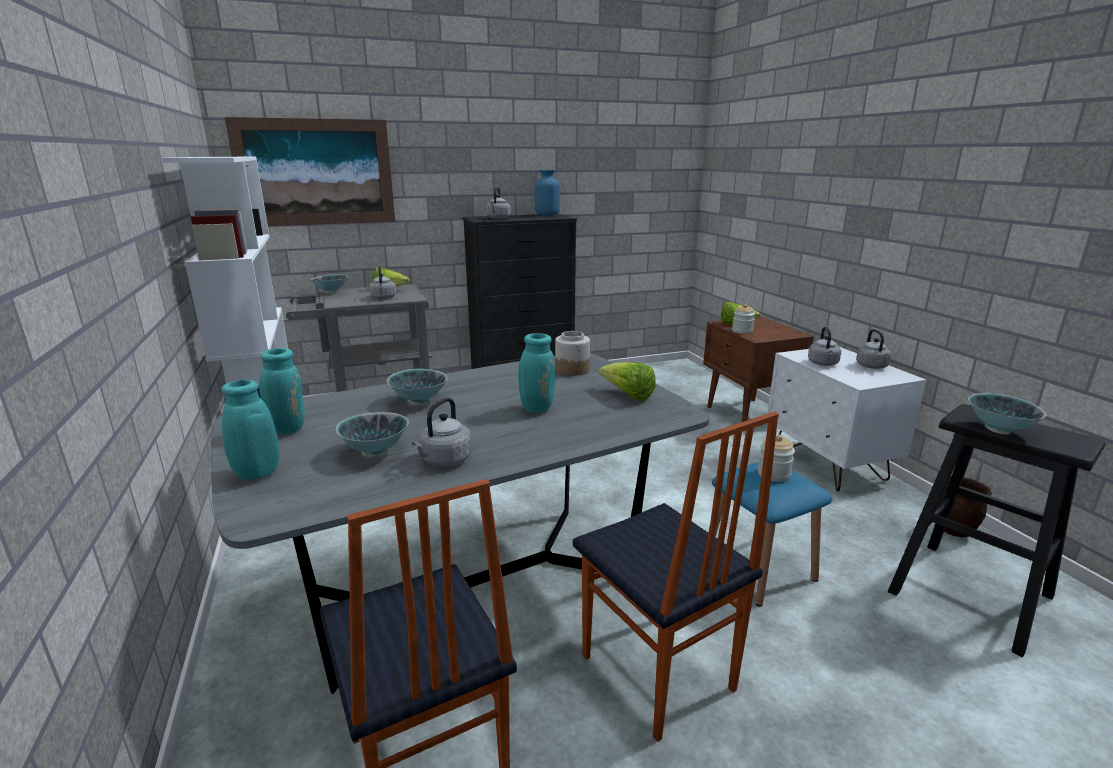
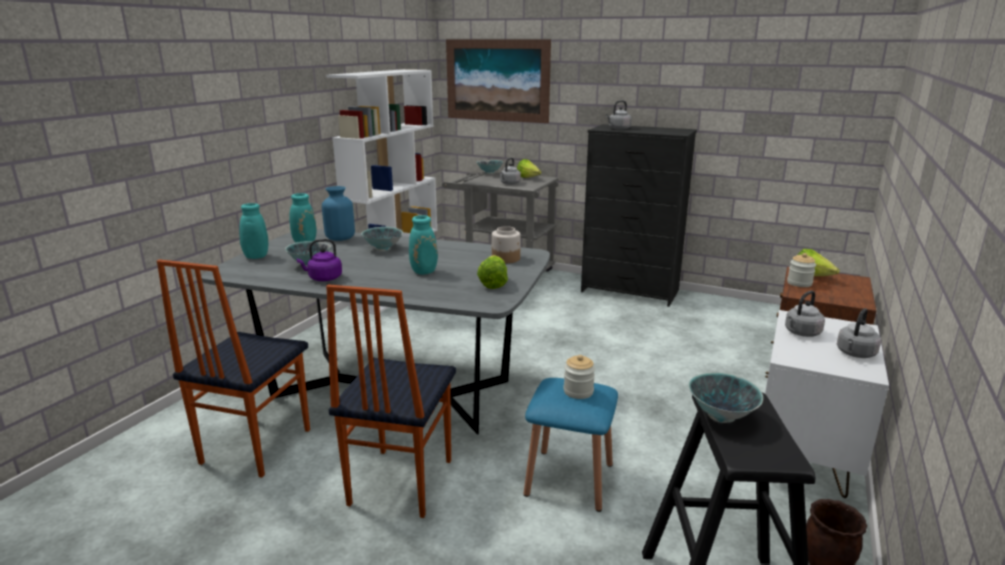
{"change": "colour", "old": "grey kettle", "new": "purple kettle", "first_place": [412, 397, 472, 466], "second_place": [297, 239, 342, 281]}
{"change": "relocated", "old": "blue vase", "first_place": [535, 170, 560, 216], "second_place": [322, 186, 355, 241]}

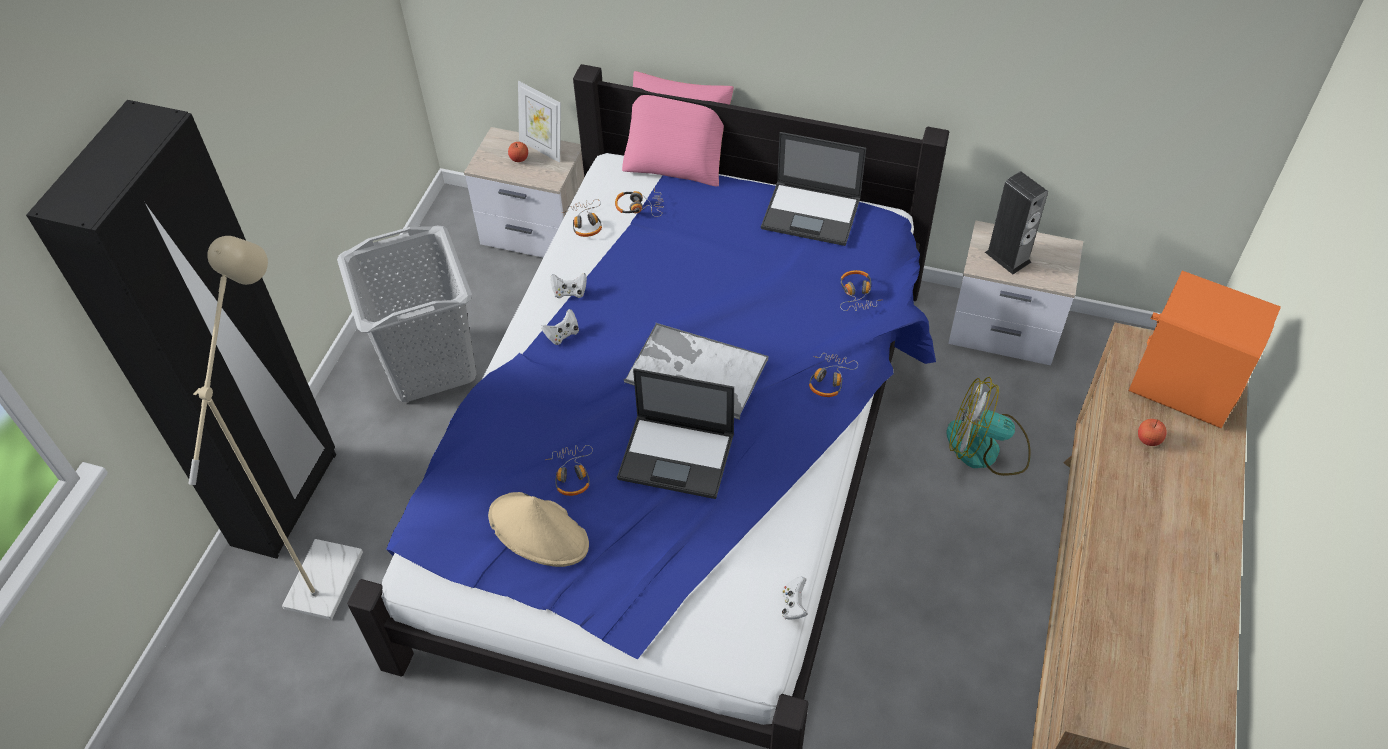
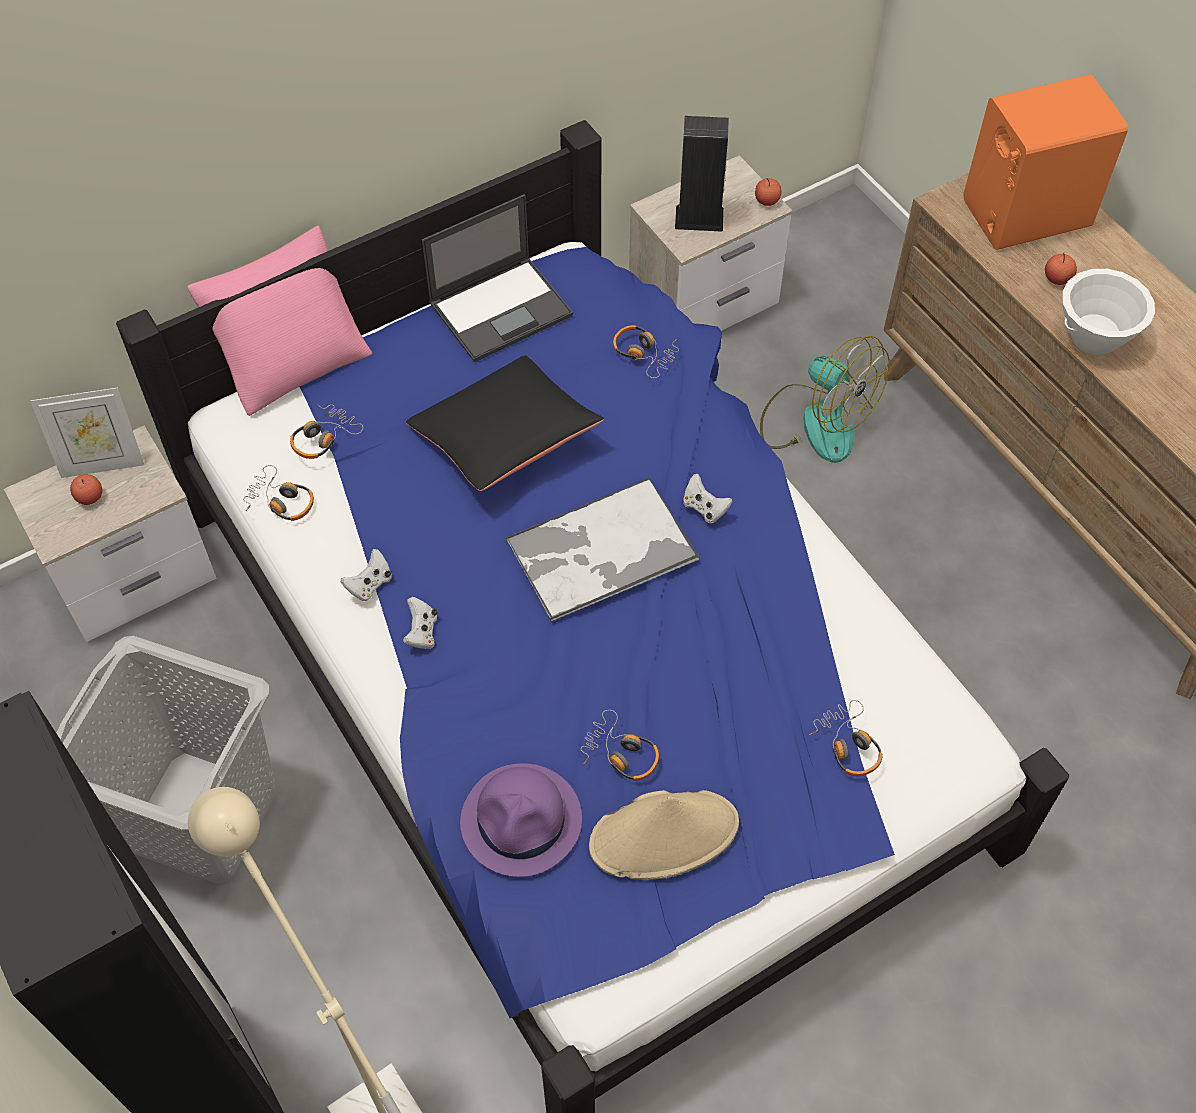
{"change": "appeared", "new": "black pillow", "second_place": [406, 356, 604, 491]}
{"change": "appeared", "new": "purple hat", "second_place": [460, 763, 582, 877]}
{"change": "relocated", "old": "white game controller", "first_place": [782, 576, 808, 620], "second_place": [683, 474, 733, 523]}
{"change": "appeared", "new": "apple", "second_place": [755, 178, 781, 206]}
{"change": "spun", "old": "fan", "first_place": [946, 377, 1031, 476], "second_place": [760, 336, 890, 463], "degrees": -105}
{"change": "relocated", "old": "headphones", "first_place": [809, 353, 858, 397], "second_place": [809, 700, 882, 776]}
{"change": "appeared", "new": "white bowl", "second_place": [1063, 269, 1155, 355]}
{"change": "missing", "old": "laptop", "first_place": [617, 368, 734, 499]}

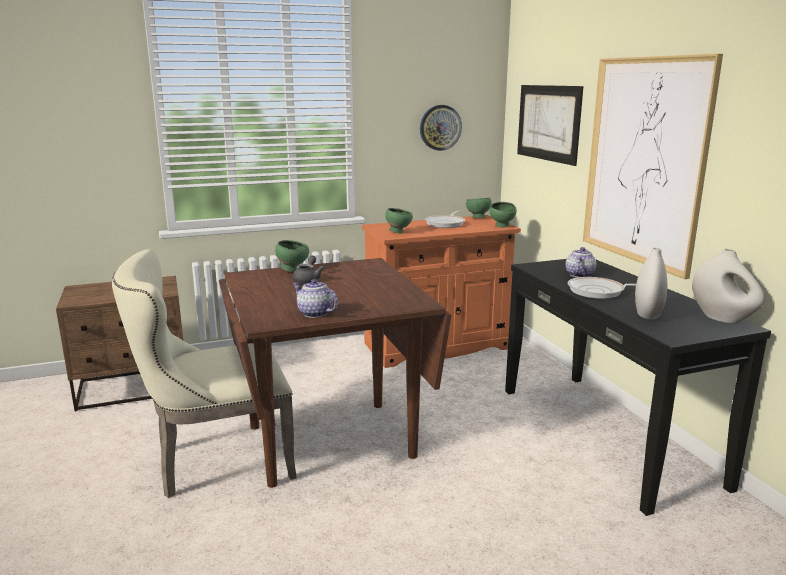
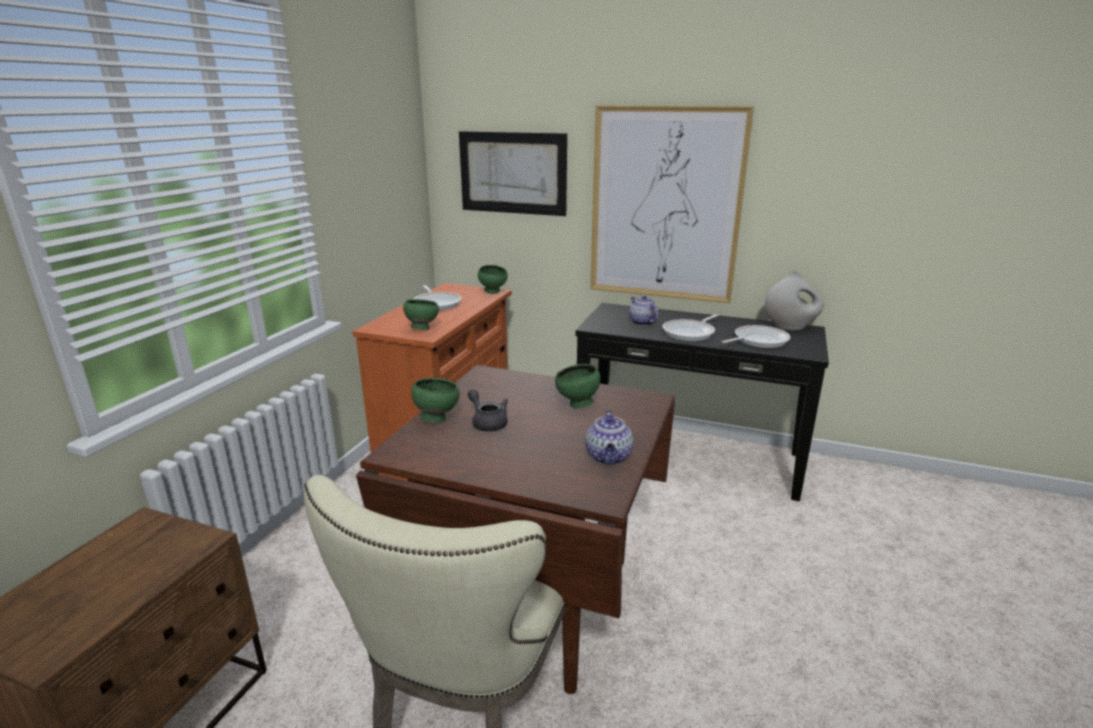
{"change": "relocated", "old": "green bowl", "first_place": [466, 198, 492, 218], "second_place": [555, 364, 600, 408]}
{"change": "spun", "old": "teapot", "first_place": [293, 279, 338, 318], "second_place": [585, 410, 634, 465], "degrees": -75}
{"change": "exchanged", "old": "white vase", "new": "frying pan", "first_place": [635, 248, 667, 320], "second_place": [721, 325, 790, 348]}
{"change": "missing", "old": "wall clock", "first_place": [420, 105, 462, 151]}

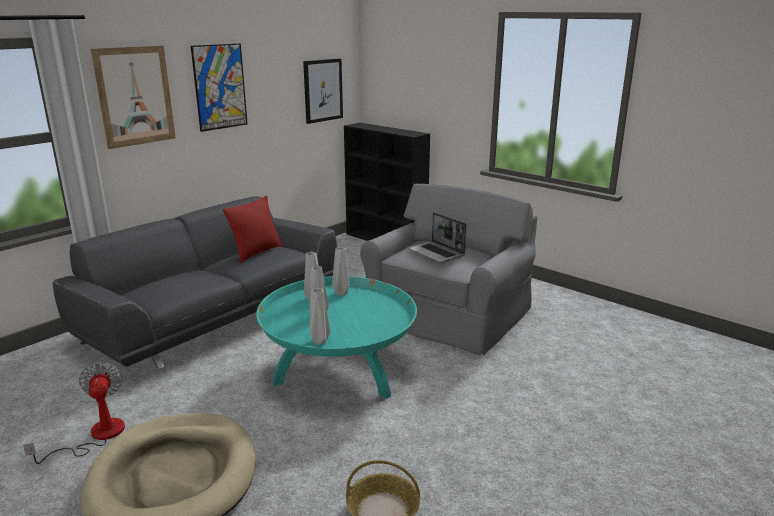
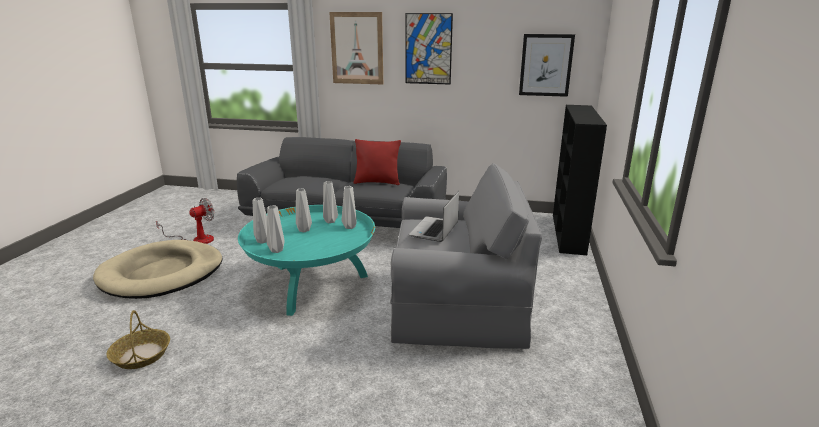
{"change": "appeared", "new": "grey vase", "second_place": [267, 205, 285, 253]}

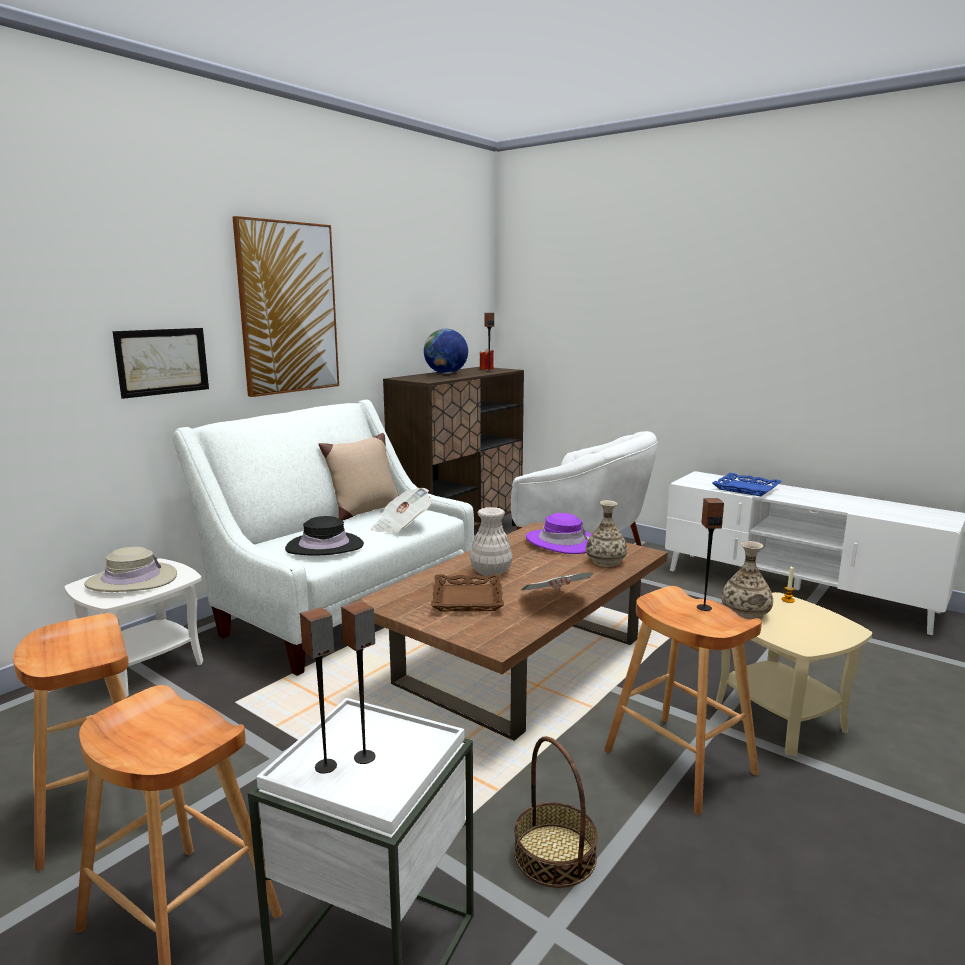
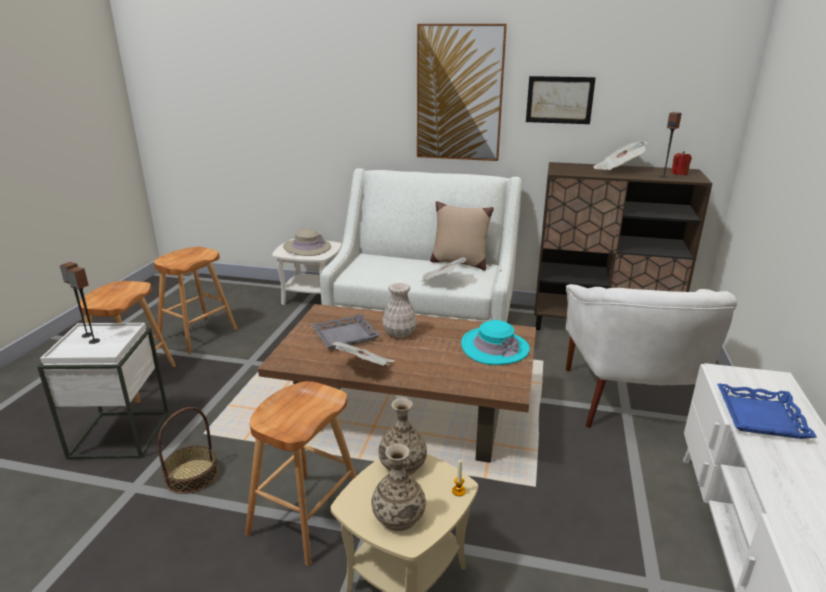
{"change": "colour", "old": "brown tray", "new": "grey tray", "first_place": [431, 574, 504, 611], "second_place": [311, 314, 380, 350]}
{"change": "relocated", "old": "vase", "first_place": [586, 500, 627, 567], "second_place": [371, 444, 426, 531]}
{"change": "colour", "old": "purple hat", "new": "turquoise hat", "first_place": [526, 513, 591, 554], "second_place": [461, 320, 530, 365]}
{"change": "relocated", "old": "picture", "first_place": [113, 328, 209, 399], "second_place": [526, 76, 596, 124]}
{"change": "exchanged", "old": "globe", "new": "newspaper", "first_place": [424, 329, 468, 374], "second_place": [593, 141, 648, 170]}
{"change": "missing", "old": "black hat", "first_place": [285, 516, 364, 556]}
{"change": "missing", "old": "speaker", "first_place": [697, 498, 724, 611]}

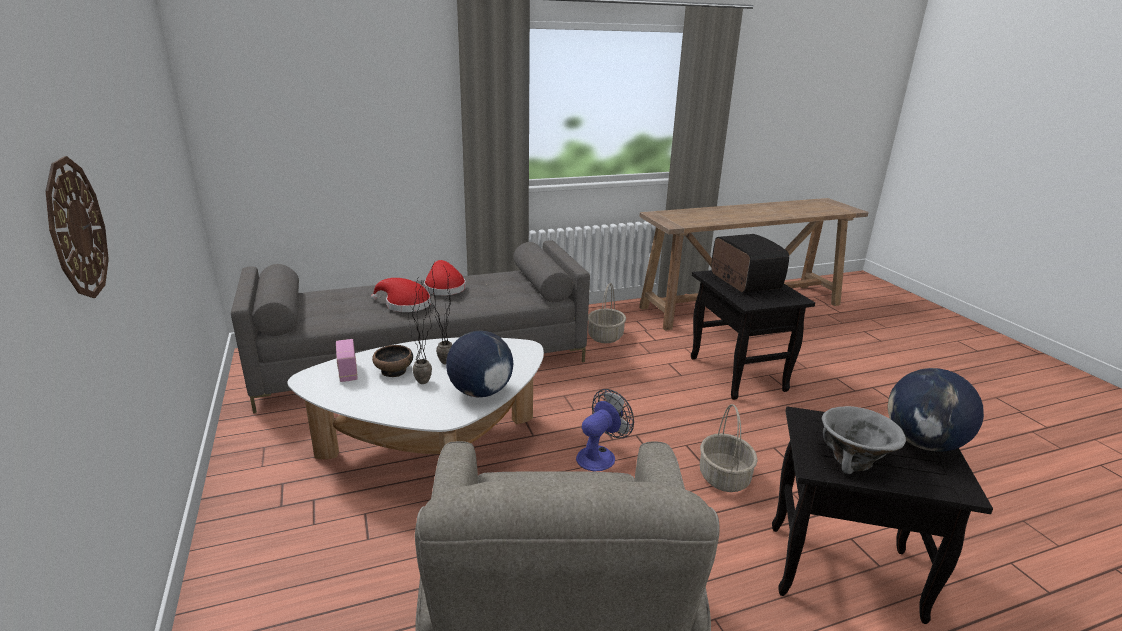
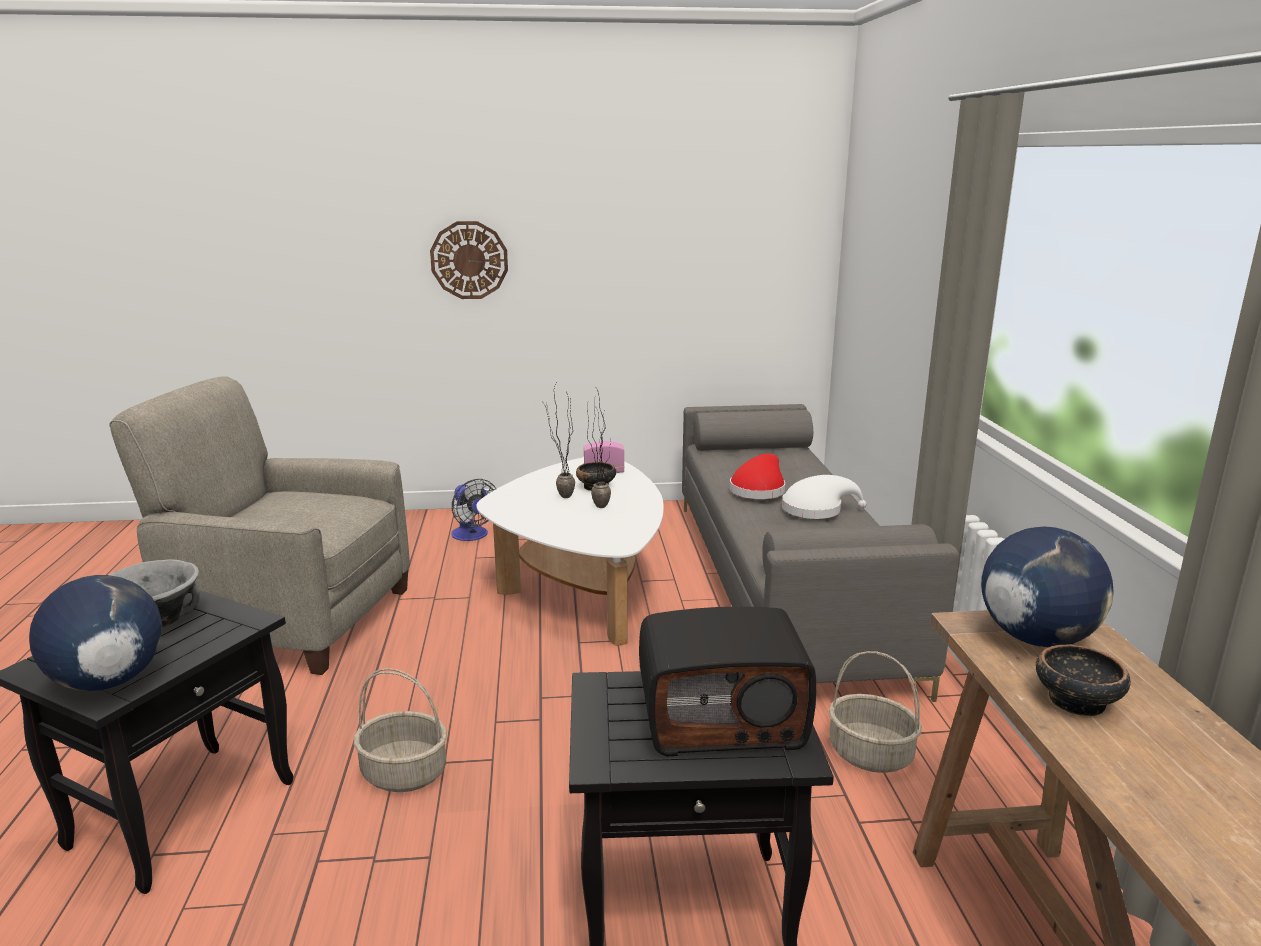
{"change": "relocated", "old": "fan", "first_place": [576, 389, 634, 472], "second_place": [452, 479, 496, 541]}
{"change": "colour", "old": "red hat", "new": "white hat", "first_place": [424, 260, 466, 295], "second_place": [782, 475, 867, 519]}
{"change": "relocated", "old": "globe", "first_place": [446, 331, 513, 397], "second_place": [981, 526, 1114, 647]}
{"change": "appeared", "new": "bowl", "second_place": [1035, 645, 1131, 716]}

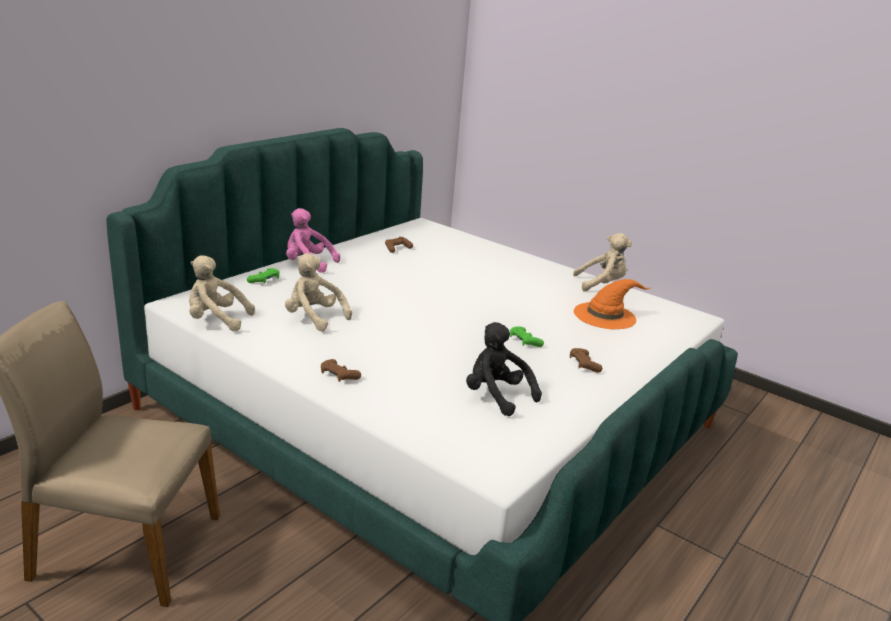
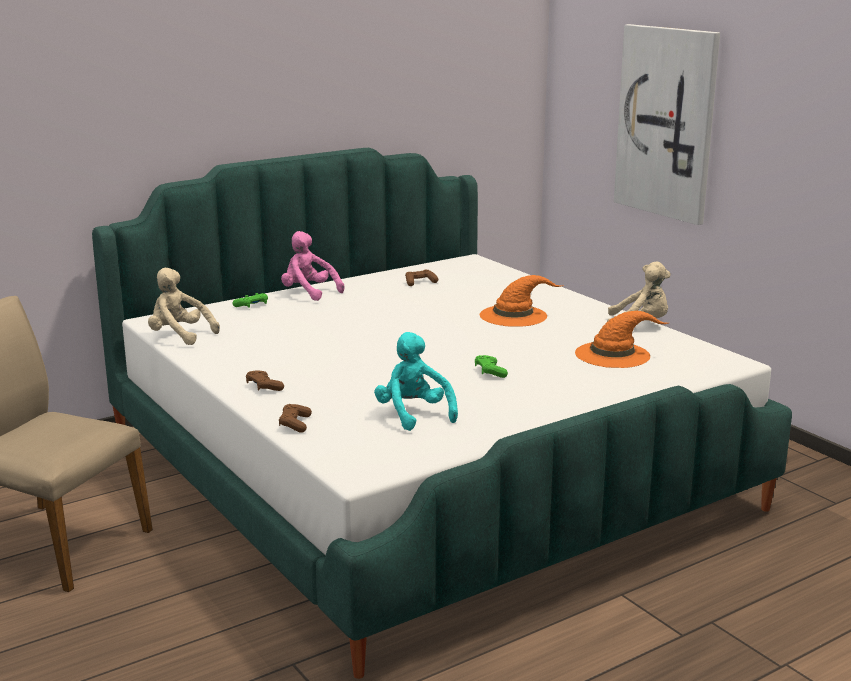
{"change": "relocated", "old": "brown game controller", "first_place": [570, 348, 602, 373], "second_place": [279, 404, 312, 433]}
{"change": "colour", "old": "black plush toy", "new": "turquoise plush toy", "first_place": [466, 322, 542, 416], "second_place": [374, 332, 458, 431]}
{"change": "appeared", "new": "orange hat", "second_place": [480, 275, 564, 326]}
{"change": "appeared", "new": "picture", "second_place": [614, 24, 720, 225]}
{"change": "missing", "old": "beige plush toy", "first_place": [285, 253, 352, 331]}

